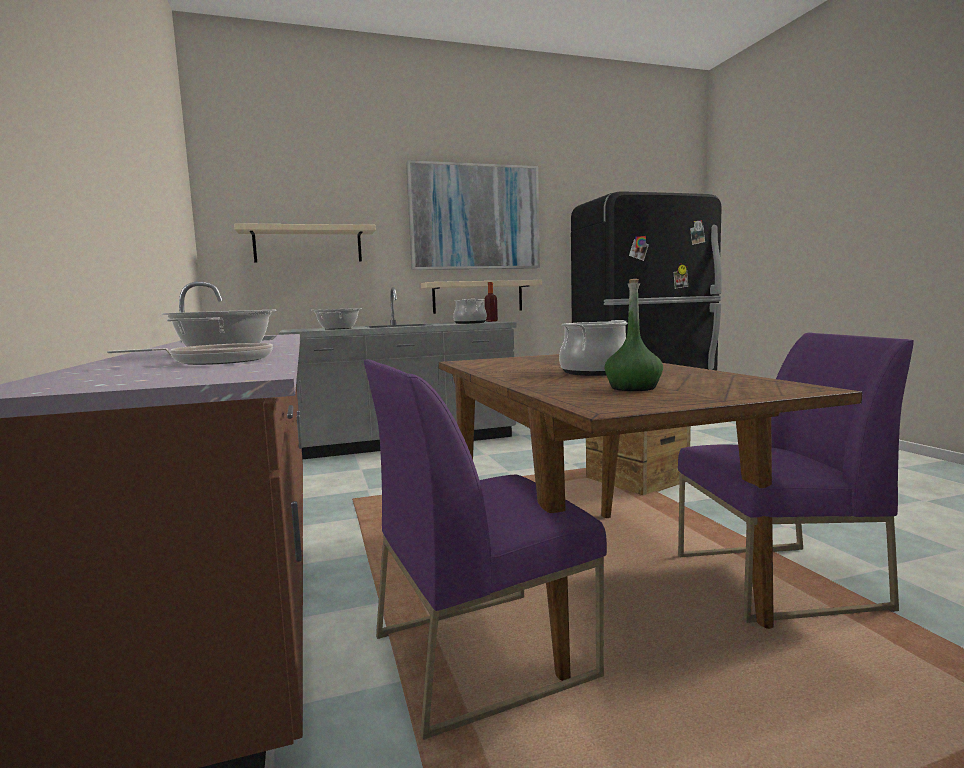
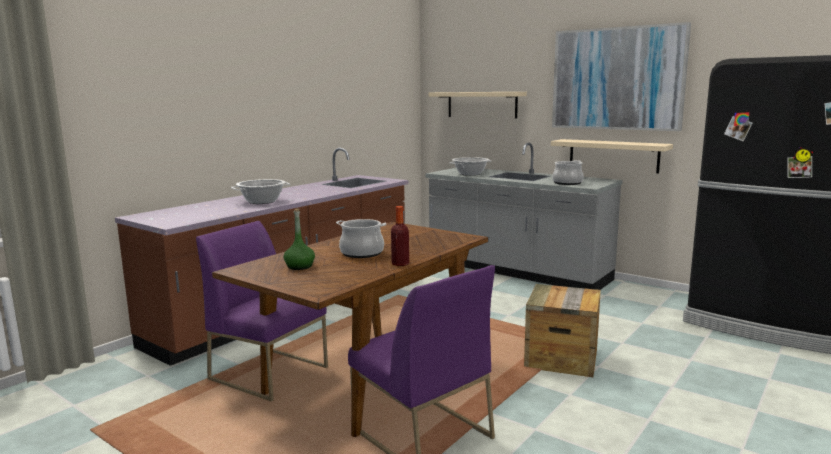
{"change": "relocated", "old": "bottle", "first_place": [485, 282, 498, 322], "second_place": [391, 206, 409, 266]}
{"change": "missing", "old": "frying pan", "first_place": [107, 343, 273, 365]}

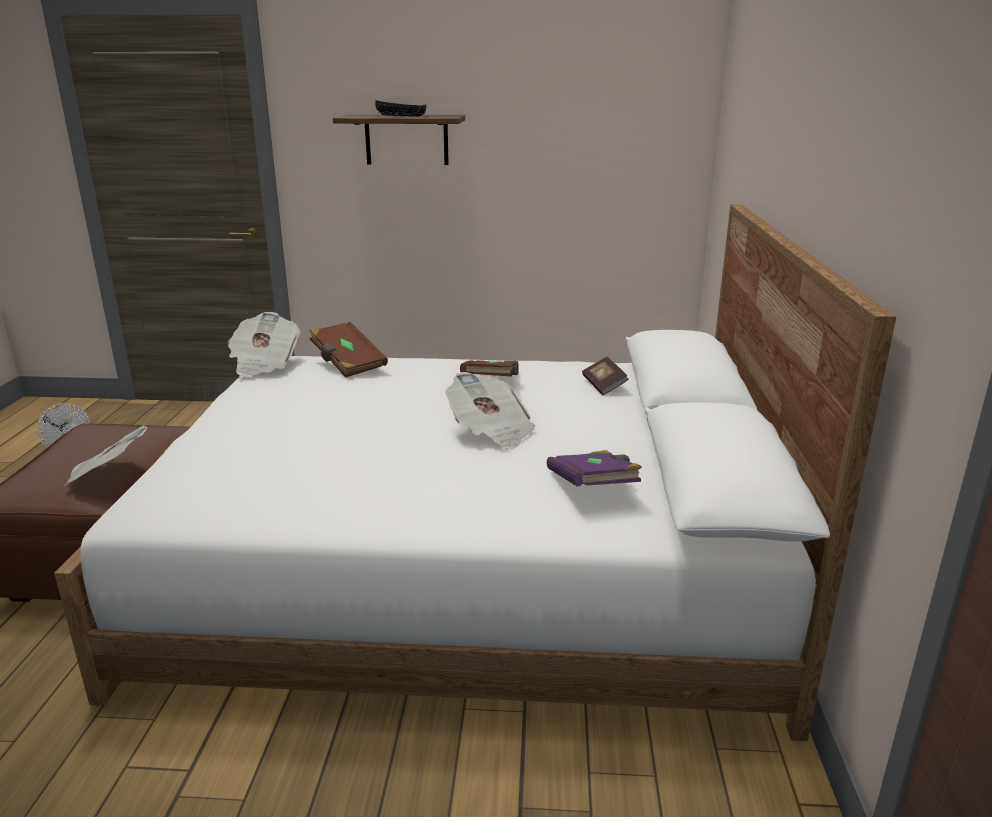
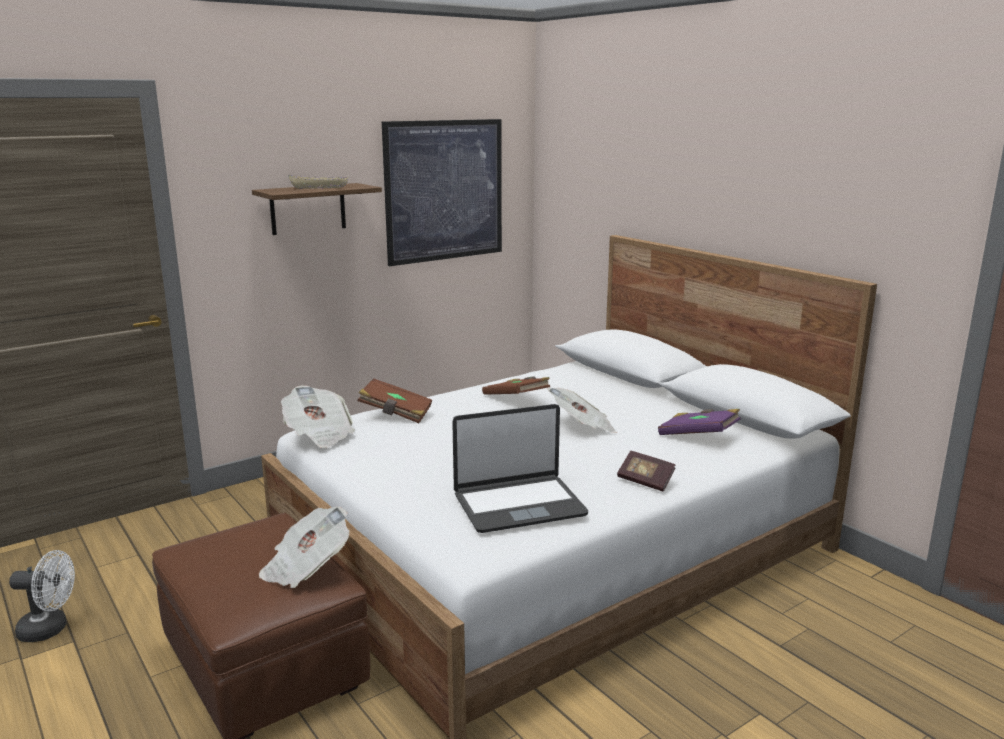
{"change": "colour", "old": "black bowl", "new": "beige bowl", "first_place": [375, 100, 426, 117], "second_place": [289, 175, 348, 189]}
{"change": "appeared", "new": "picture", "second_place": [382, 119, 502, 266]}
{"change": "appeared", "new": "laptop", "second_place": [452, 404, 588, 533]}
{"change": "relocated", "old": "book", "first_place": [582, 357, 629, 395], "second_place": [617, 451, 676, 492]}

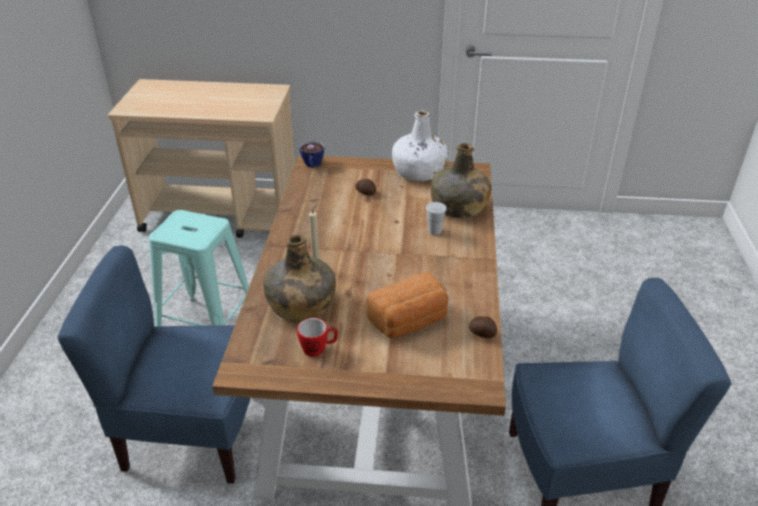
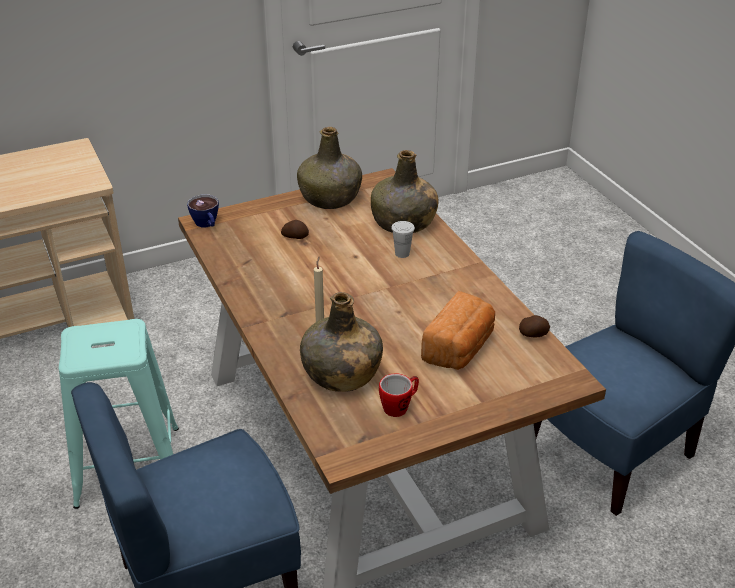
{"change": "colour", "old": "white bottle", "new": "green bottle", "first_place": [392, 110, 448, 181], "second_place": [297, 127, 362, 209]}

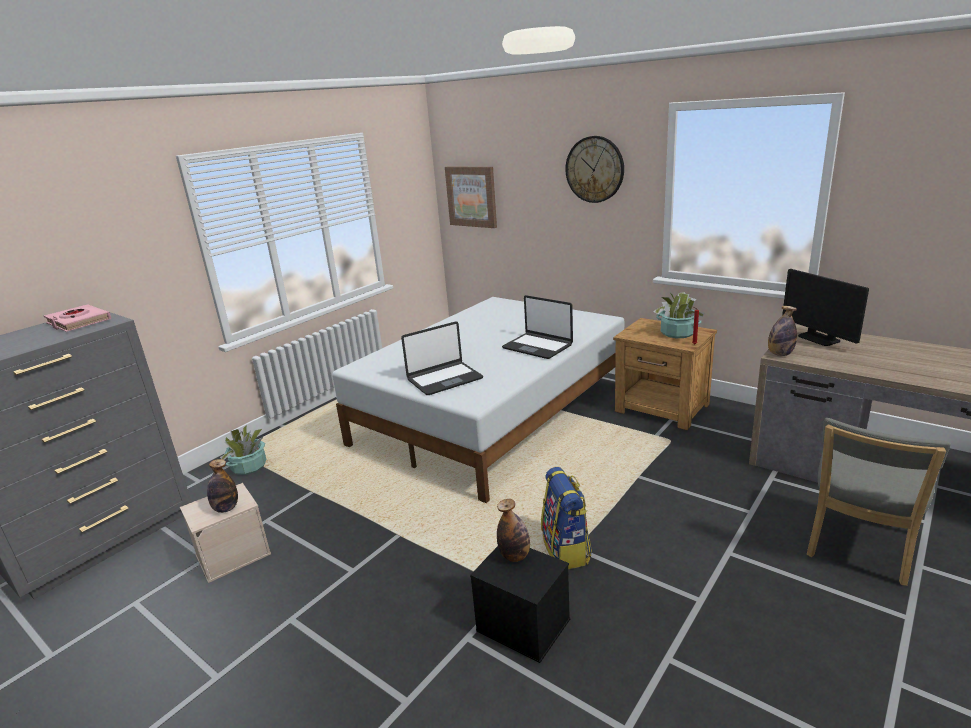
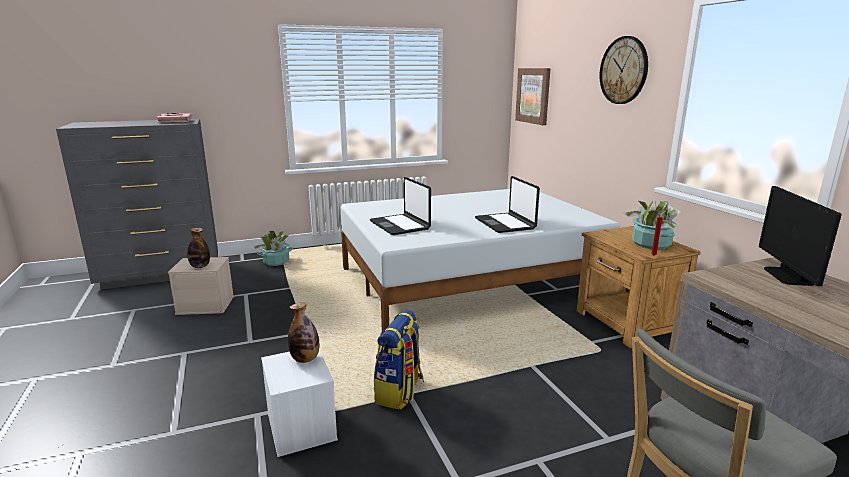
{"change": "colour", "old": "black storage box", "new": "white storage box", "first_place": [470, 546, 570, 663], "second_place": [261, 349, 338, 457]}
{"change": "spun", "old": "laptop", "first_place": [401, 321, 483, 395], "second_place": [370, 177, 431, 235], "degrees": 60}
{"change": "missing", "old": "bottle", "first_place": [768, 306, 797, 356]}

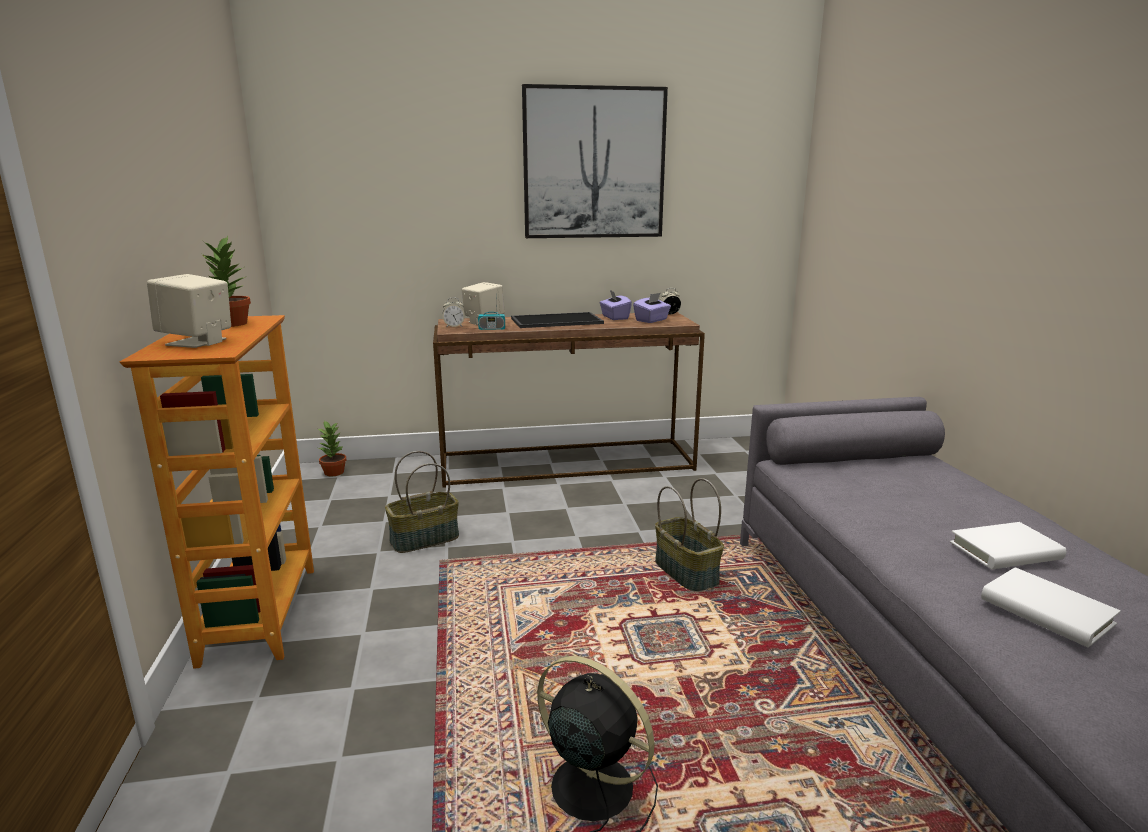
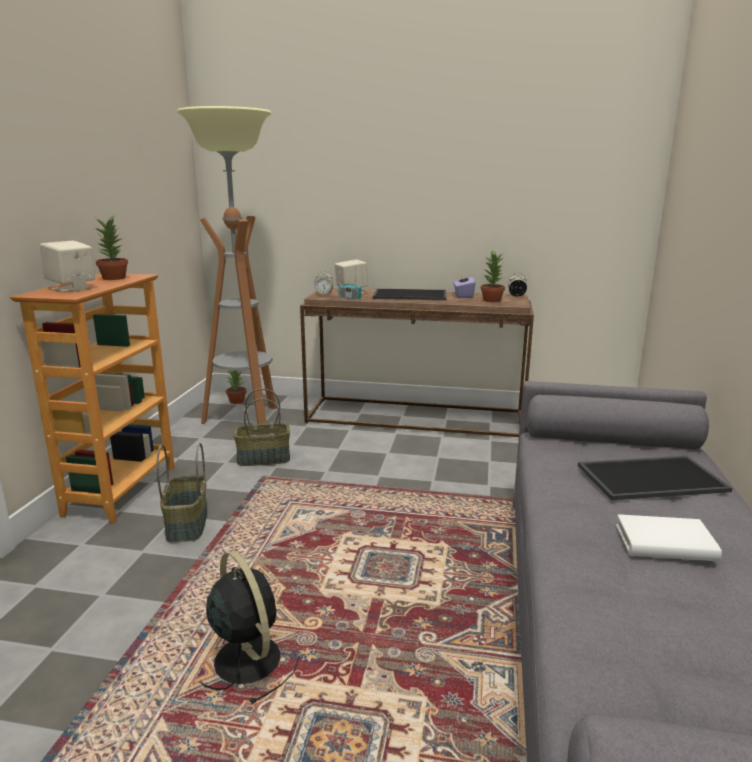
{"change": "relocated", "old": "basket", "first_place": [655, 478, 724, 592], "second_place": [156, 443, 207, 542]}
{"change": "appeared", "new": "floor lamp", "second_place": [177, 106, 277, 424]}
{"change": "exchanged", "old": "purple tissue box", "new": "potted plant", "first_place": [633, 293, 671, 323], "second_place": [481, 250, 505, 302]}
{"change": "appeared", "new": "tray", "second_place": [578, 456, 732, 500]}
{"change": "missing", "old": "picture", "first_place": [522, 84, 668, 238]}
{"change": "missing", "old": "white book", "first_place": [981, 567, 1121, 647]}

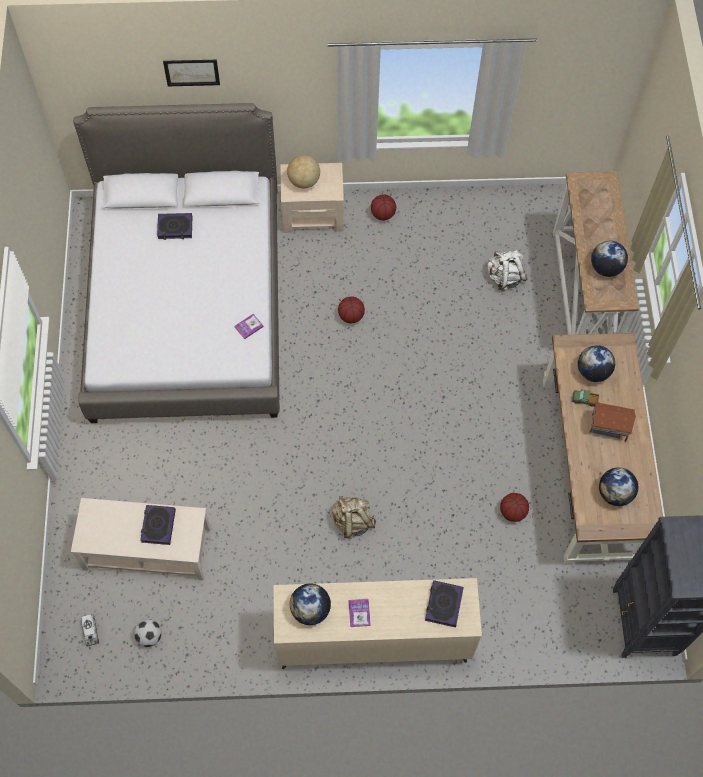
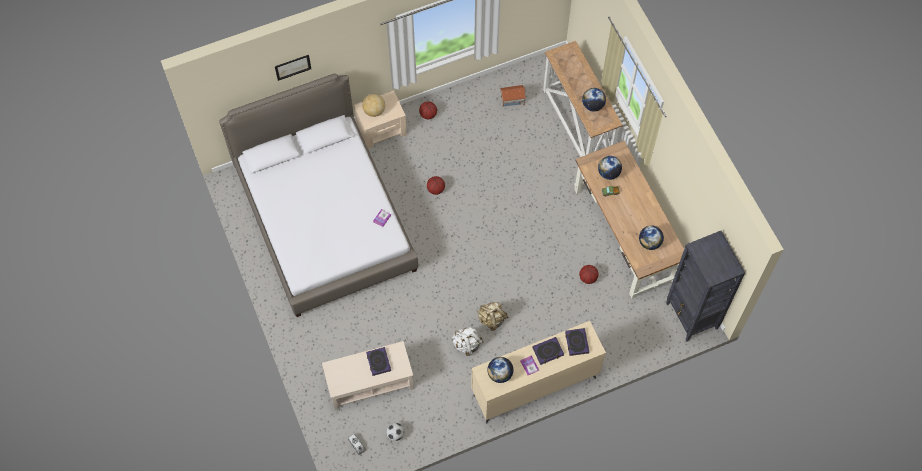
{"change": "relocated", "old": "white backpack", "first_place": [487, 250, 527, 291], "second_place": [452, 327, 483, 356]}
{"change": "relocated", "old": "toy house", "first_place": [589, 402, 636, 442], "second_place": [500, 85, 526, 107]}
{"change": "relocated", "old": "book", "first_place": [157, 213, 192, 240], "second_place": [532, 337, 564, 365]}

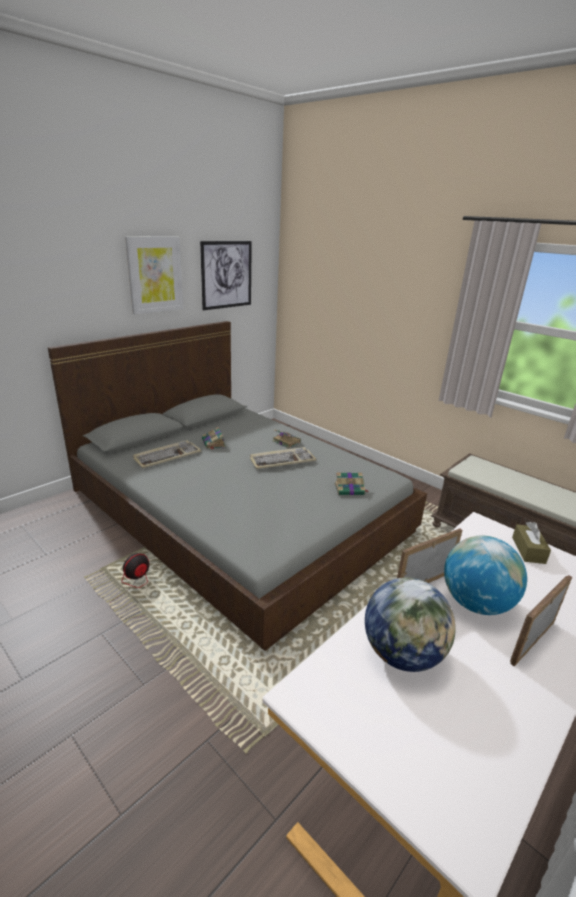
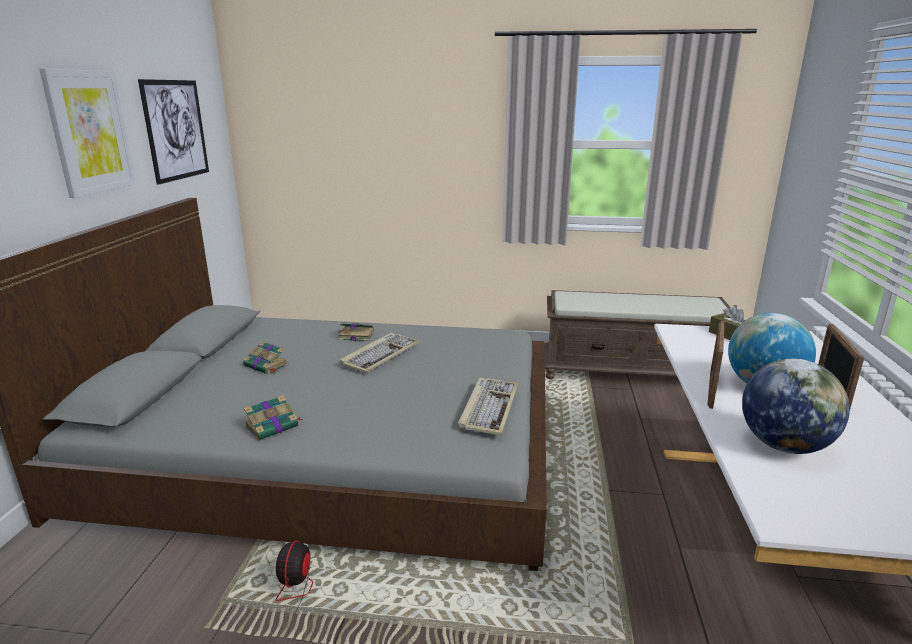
{"change": "relocated", "old": "book", "first_place": [335, 472, 368, 495], "second_place": [244, 395, 303, 440]}
{"change": "relocated", "old": "keyboard", "first_place": [133, 440, 202, 469], "second_place": [458, 377, 518, 435]}

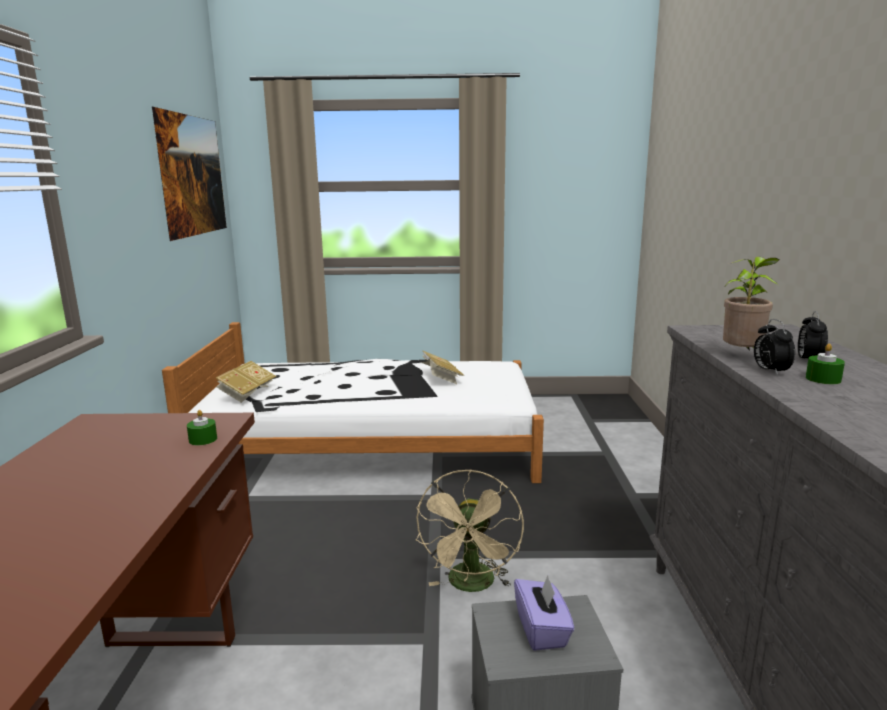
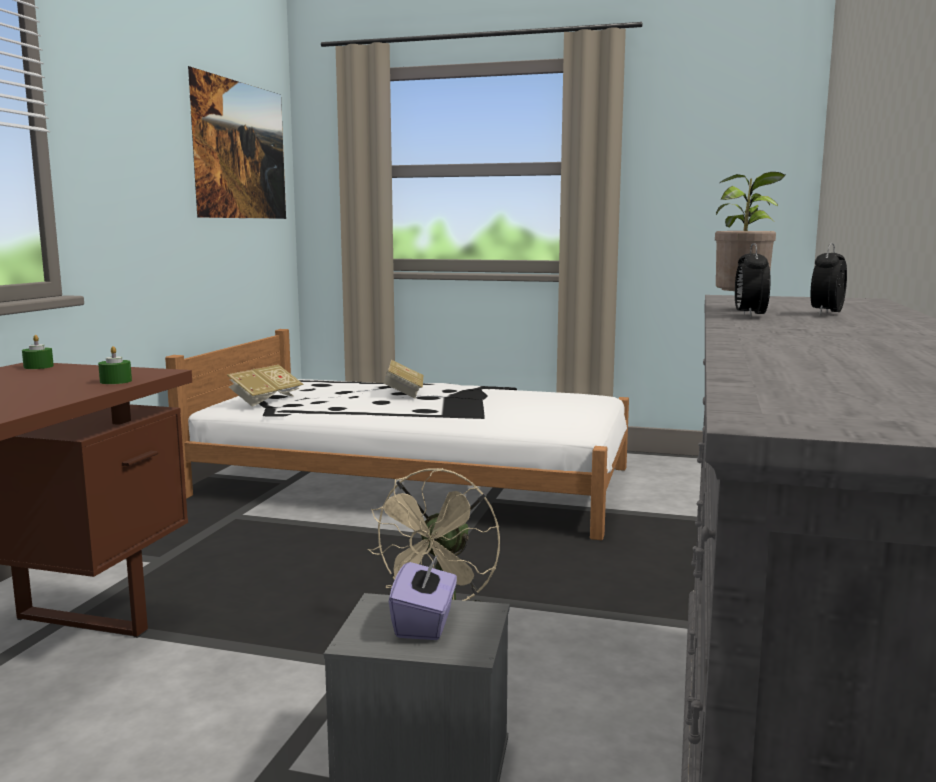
{"change": "relocated", "old": "green candle", "first_place": [806, 344, 845, 384], "second_place": [22, 335, 54, 369]}
{"change": "relocated", "old": "book", "first_place": [421, 350, 465, 384], "second_place": [383, 360, 423, 398]}

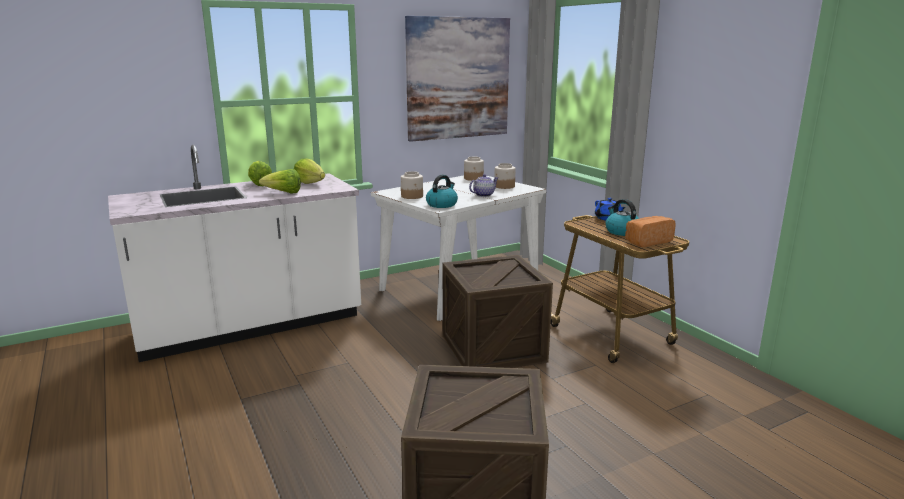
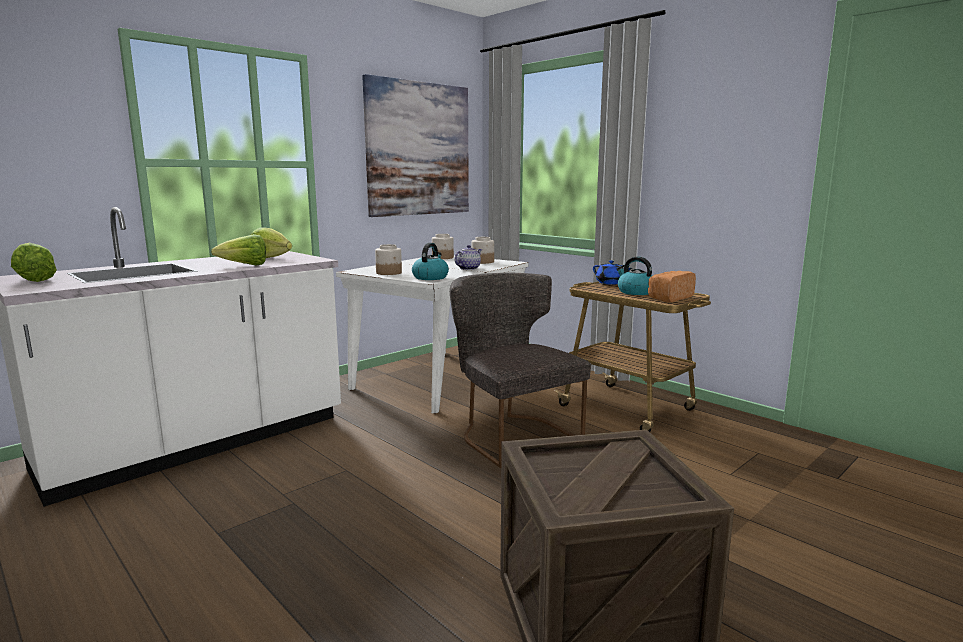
{"change": "relocated", "old": "lettuce", "first_place": [248, 161, 272, 186], "second_place": [11, 243, 57, 282]}
{"change": "exchanged", "old": "crate", "new": "grey chair", "first_place": [442, 255, 553, 368], "second_place": [450, 273, 591, 468]}

